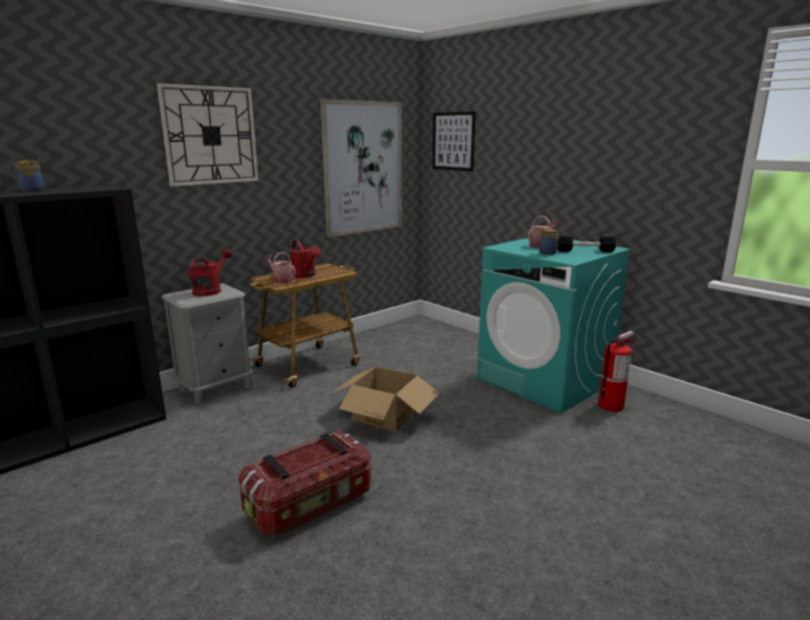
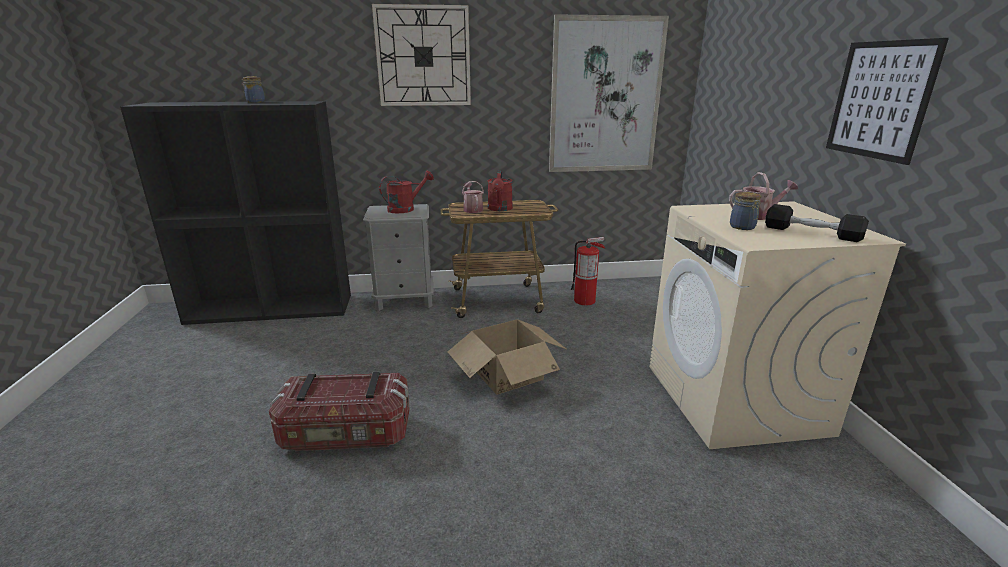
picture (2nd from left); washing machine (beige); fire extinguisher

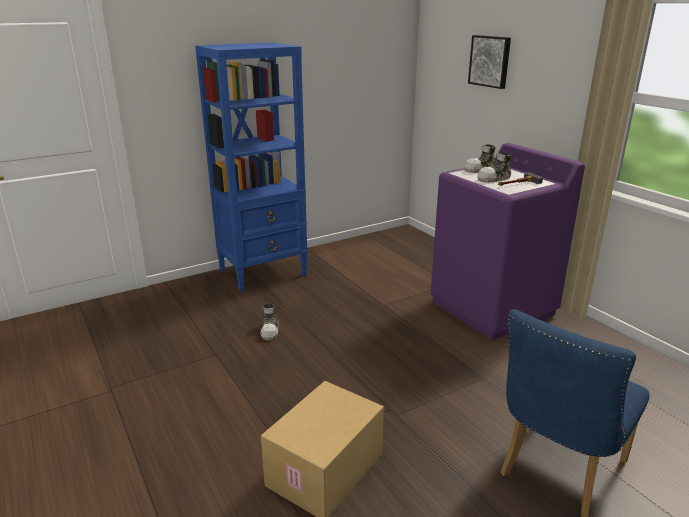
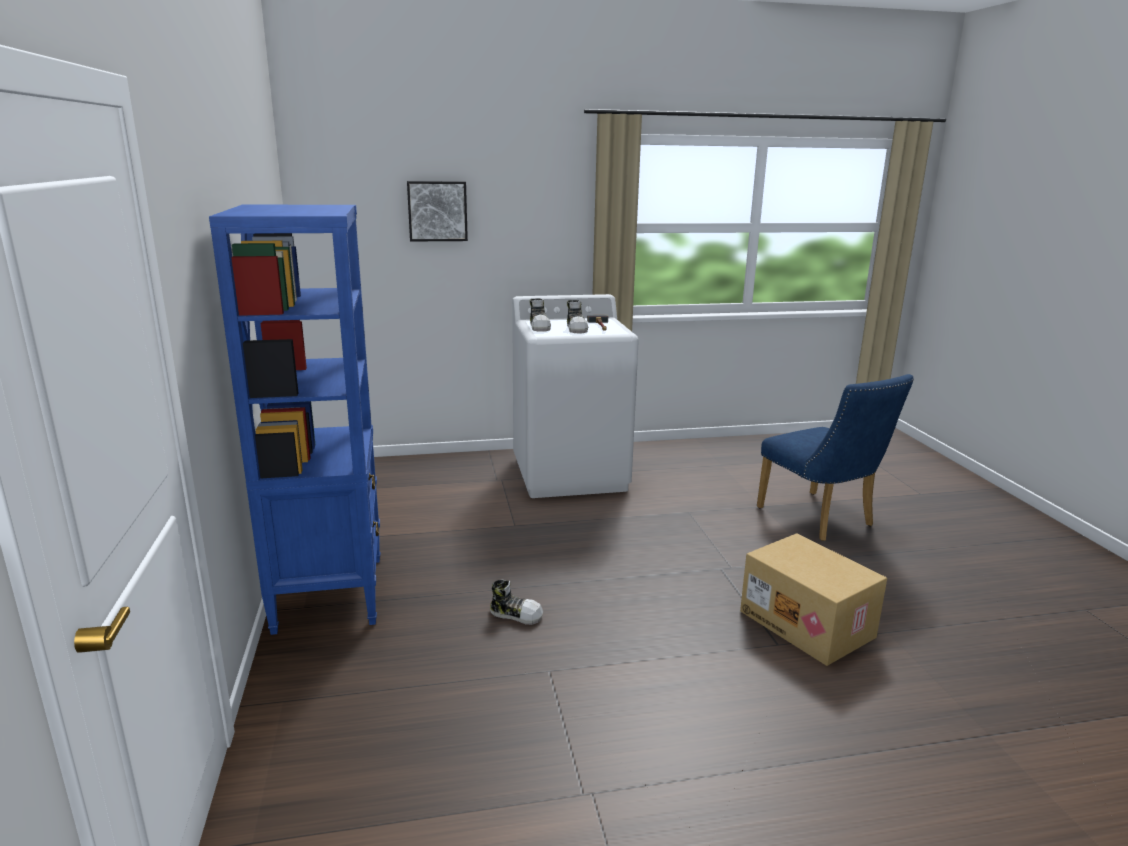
washing machine (white)

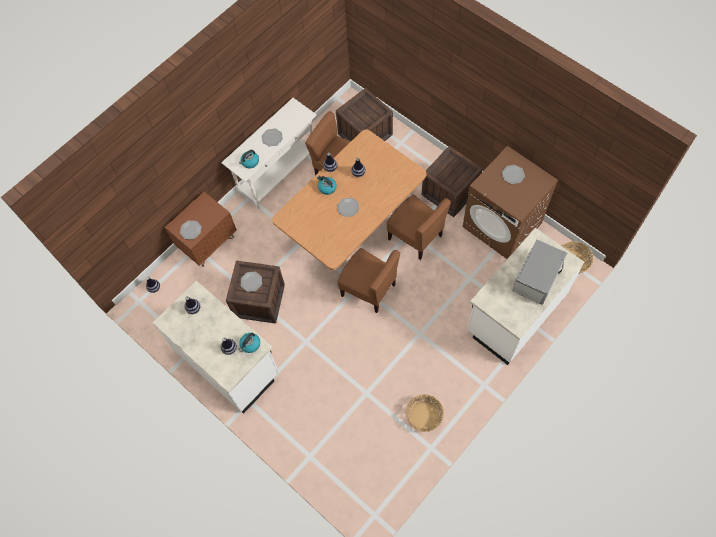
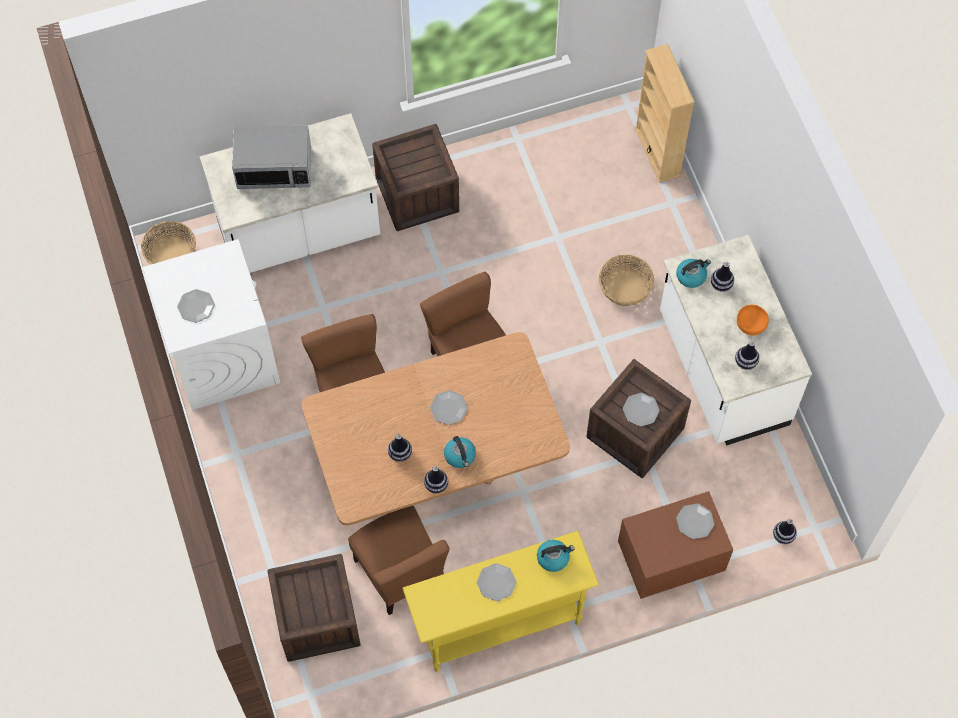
console table (yellow); basket (2nd from left); crate (2nd from left); washing machine (white); microwave; bookcase (beige); bowl (orange)

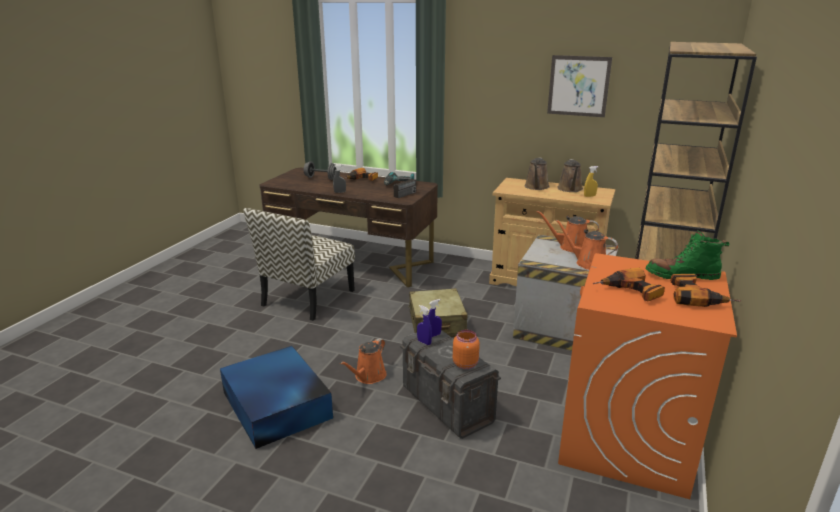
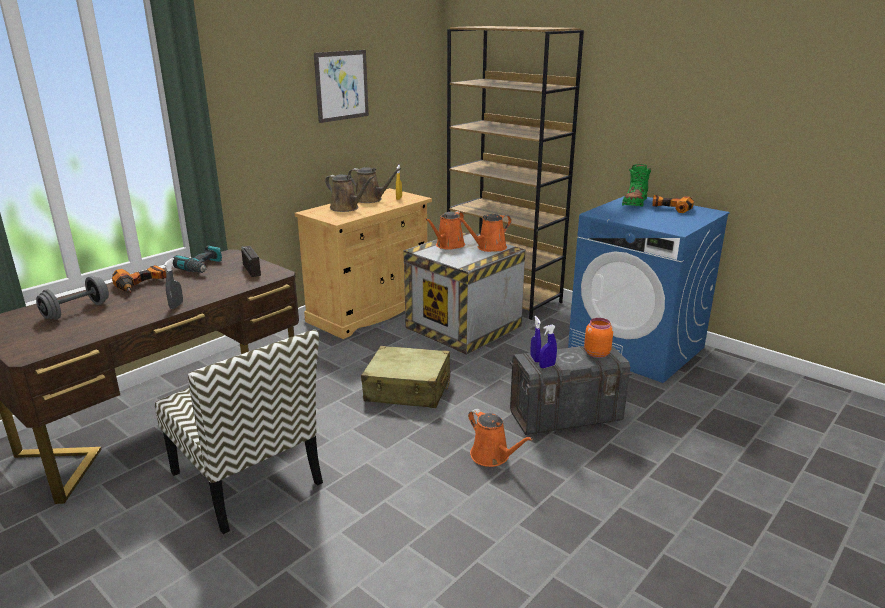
storage box (blue); washing machine (blue); power drill (3rd from left in the first image)

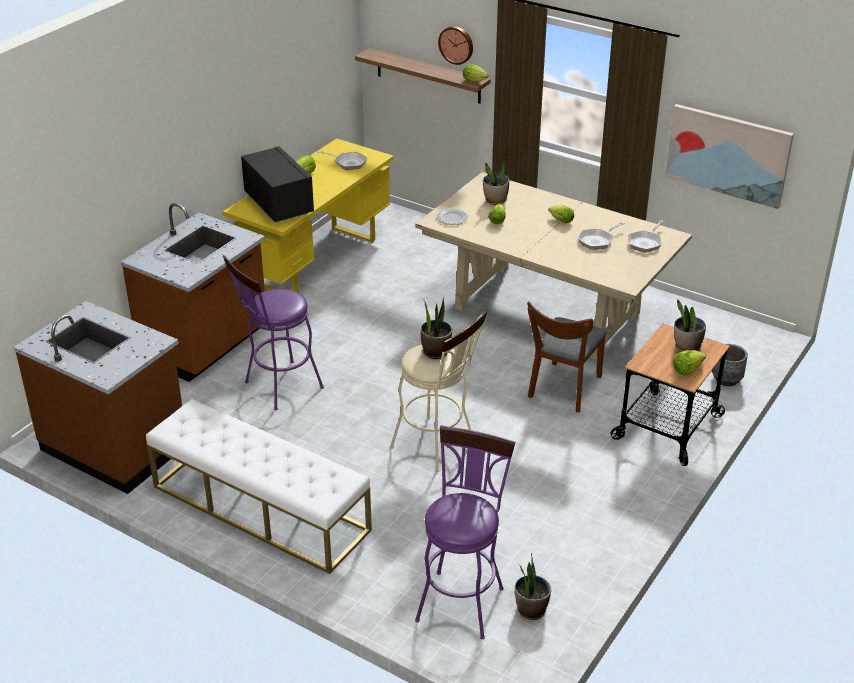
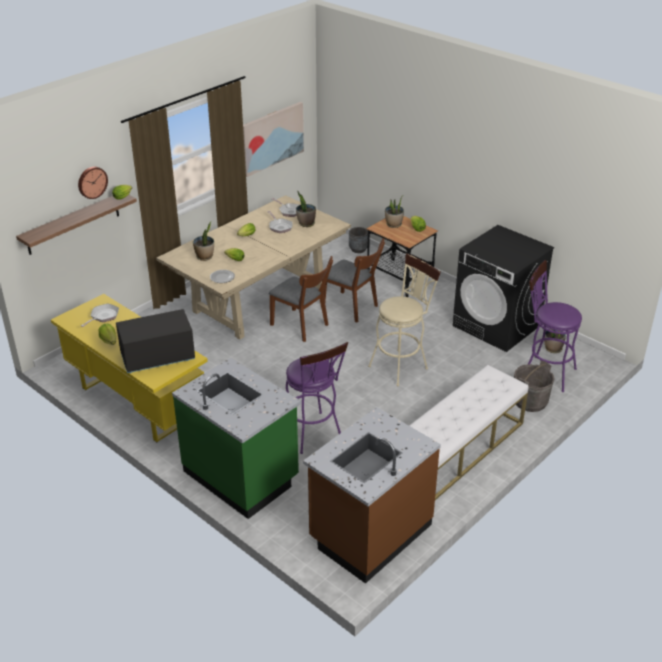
counter (green); potted plant (2nd from left); chair (brown) (1st from left); washing machine (black); bucket (grey)

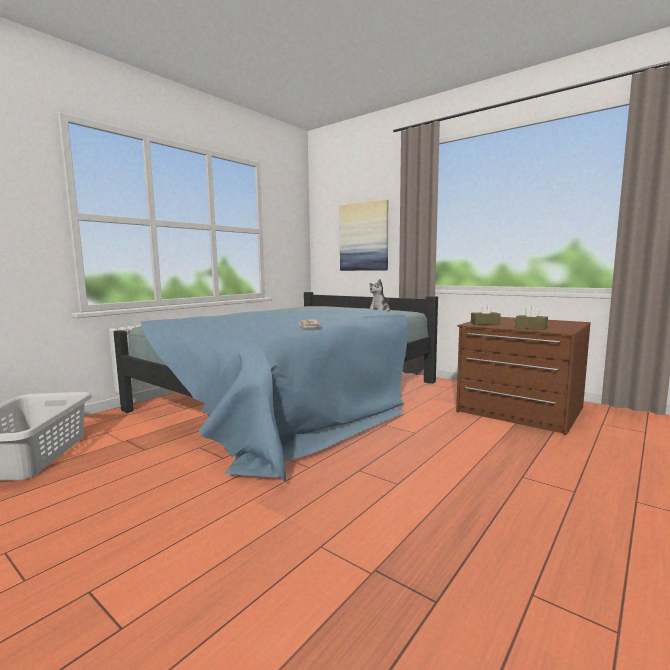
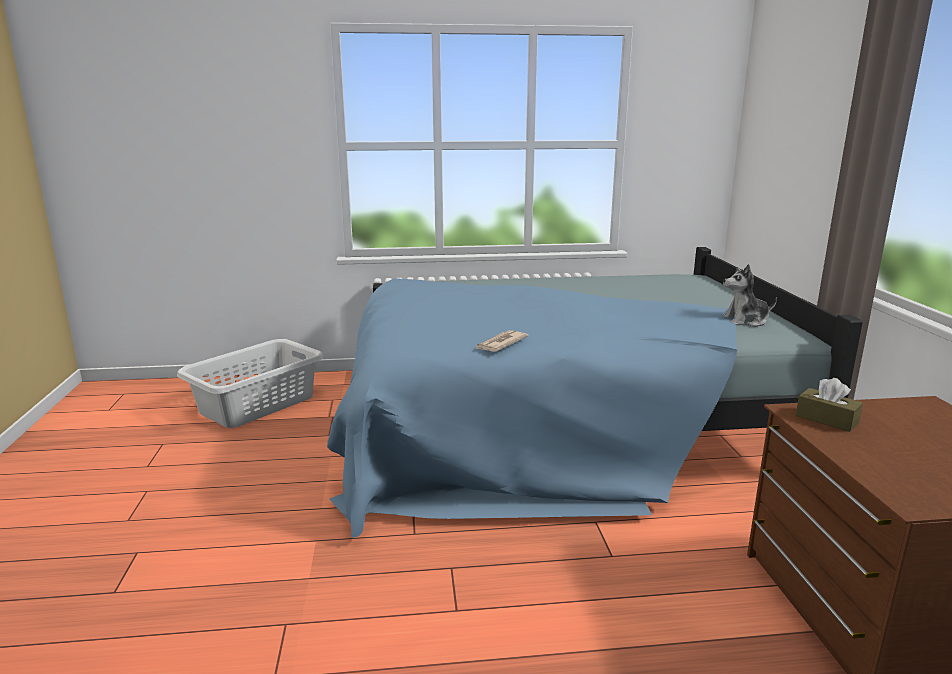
picture; tissue box (brown) (2nd from left in the first image)

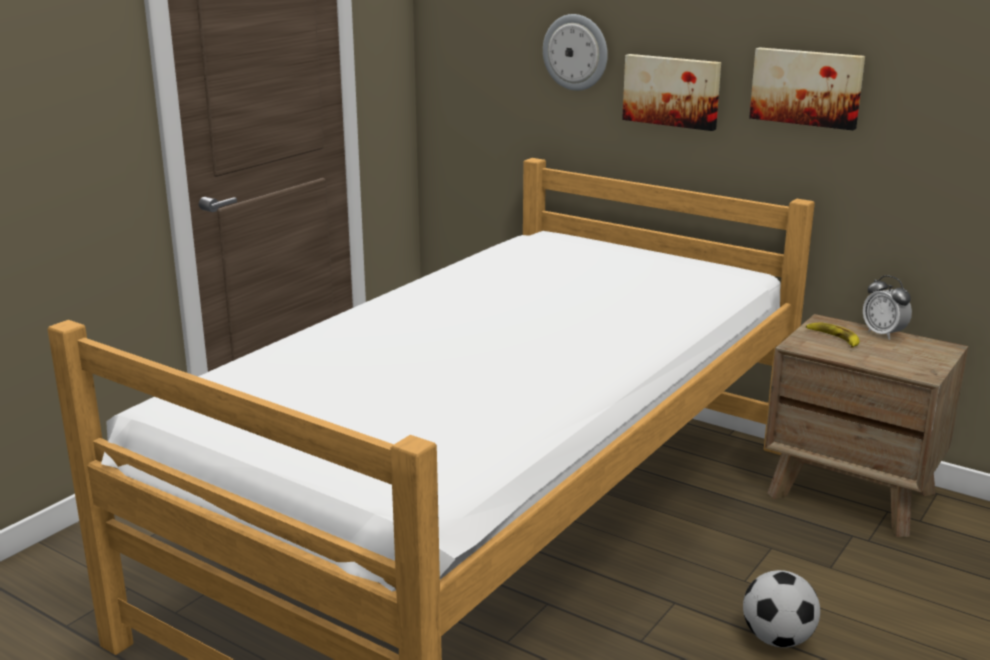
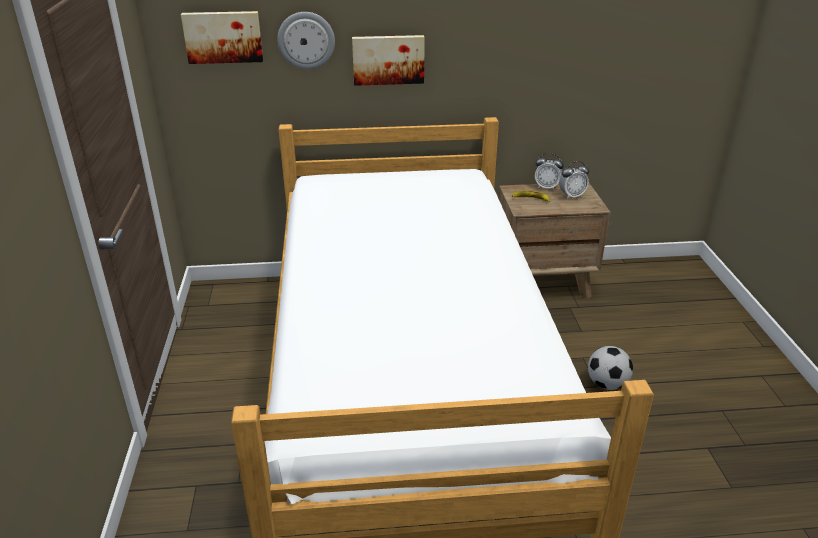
picture (1st from left); alarm clock (2nd from left)

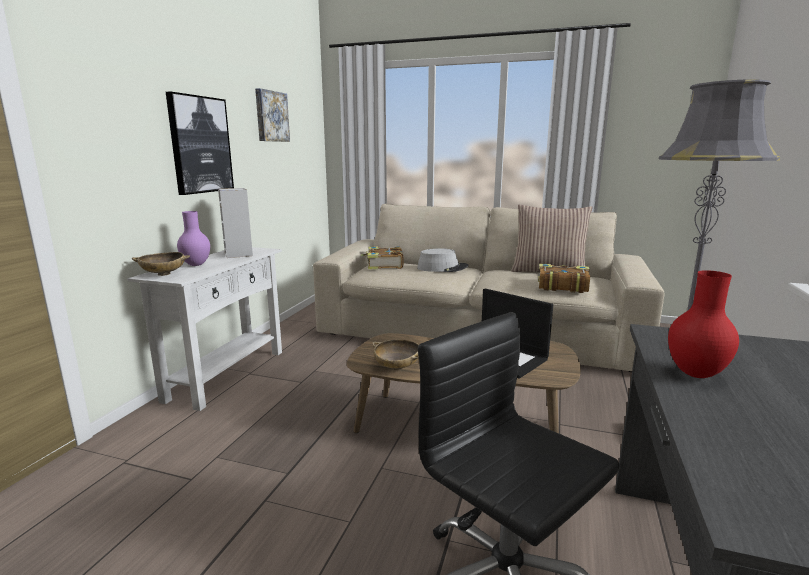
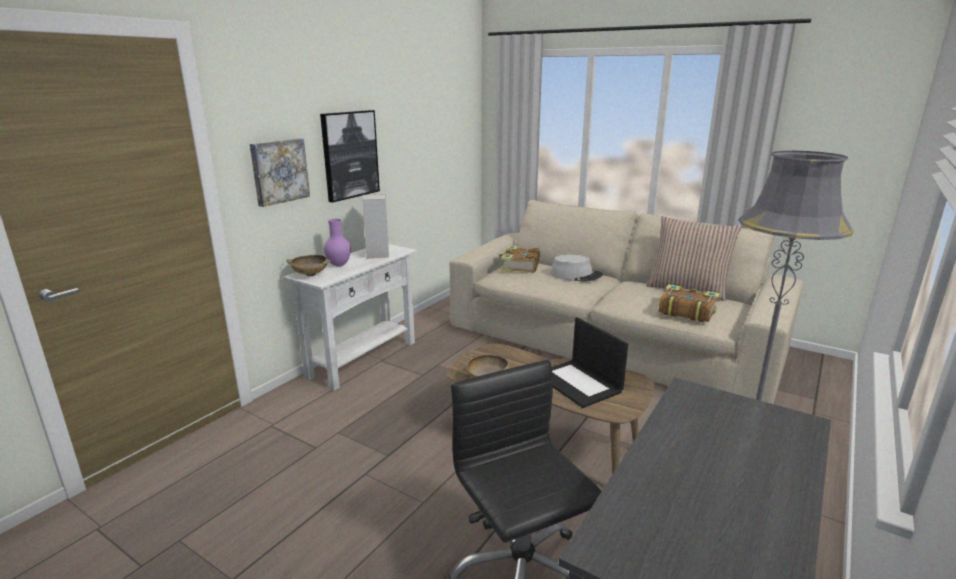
picture (1st from left); vase (red)

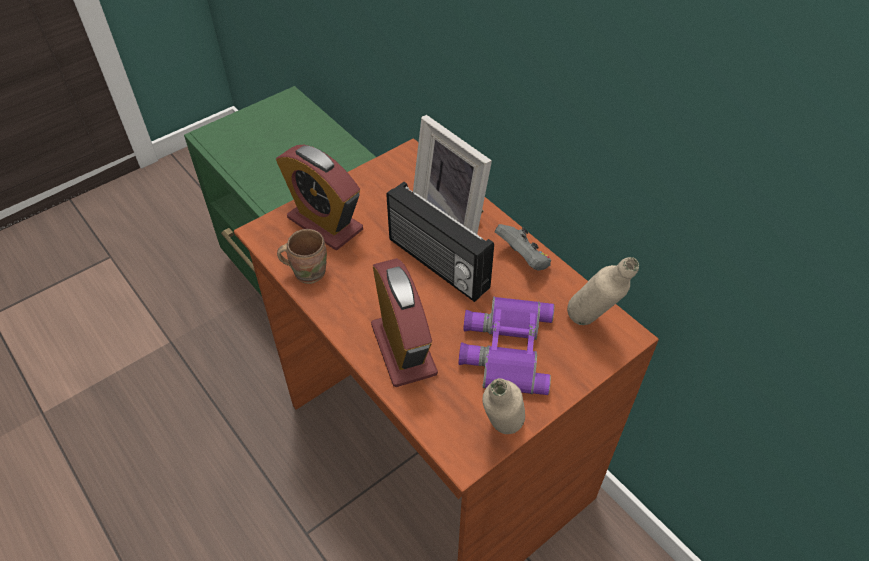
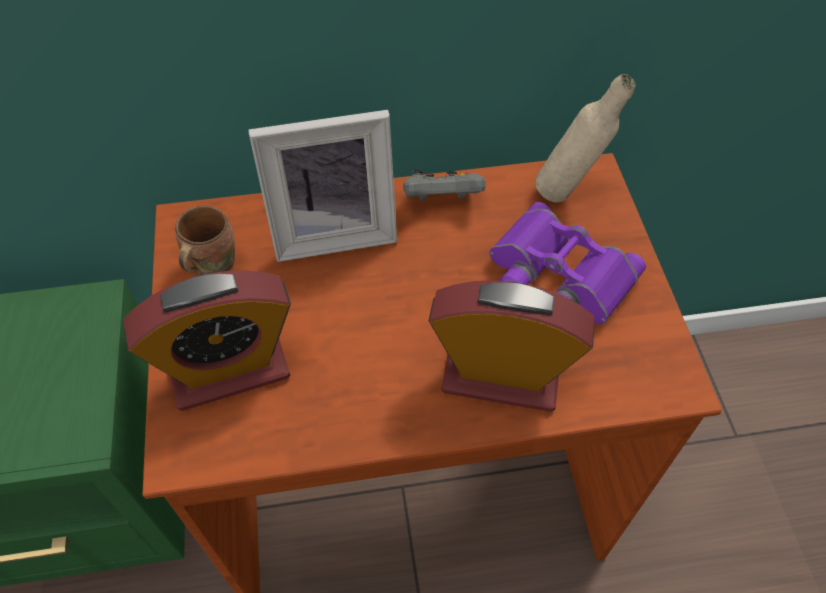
mug (brown); radio; bottle (beige) (1st from left in the first image)

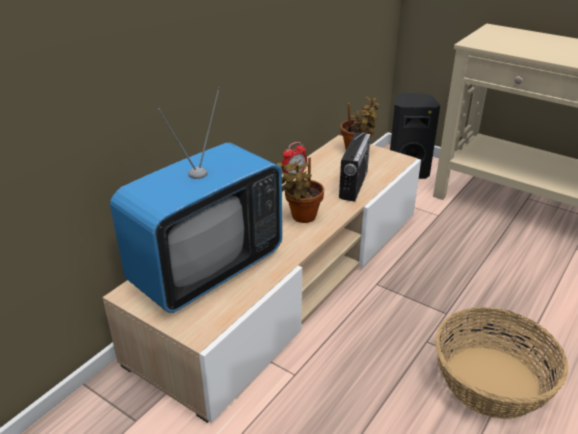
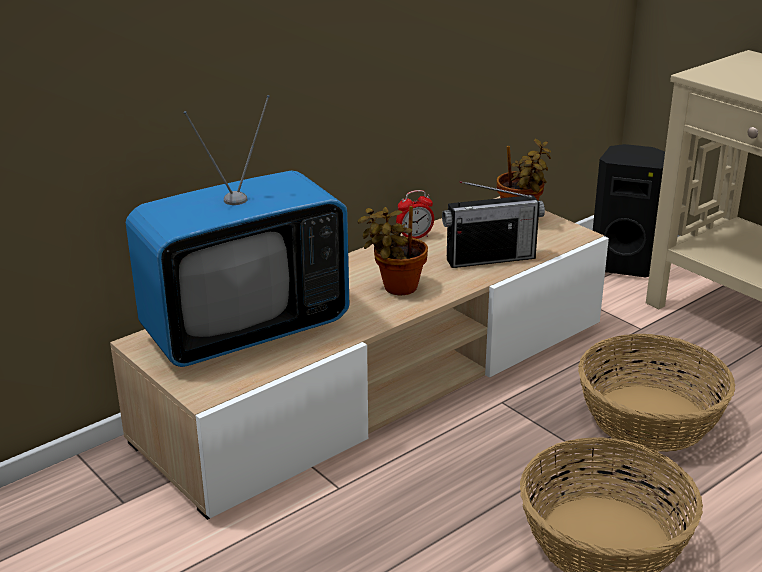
radio; basket (2nd from left)

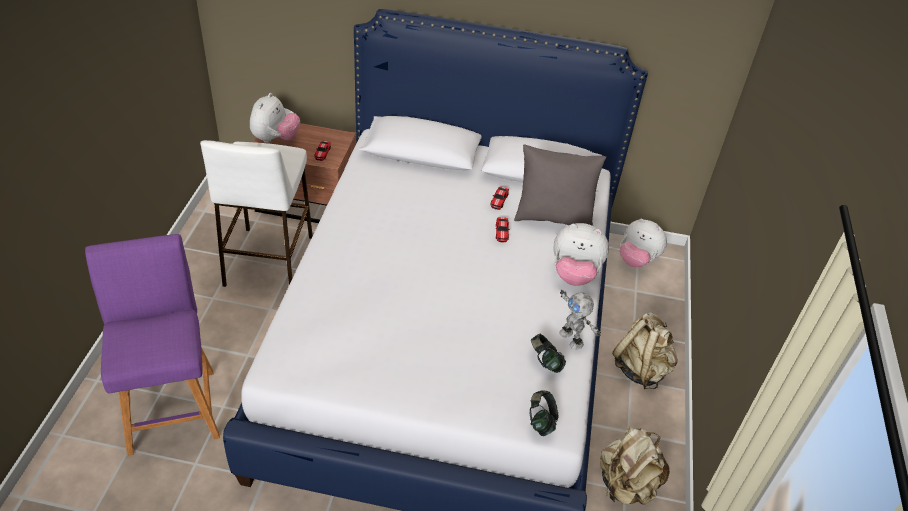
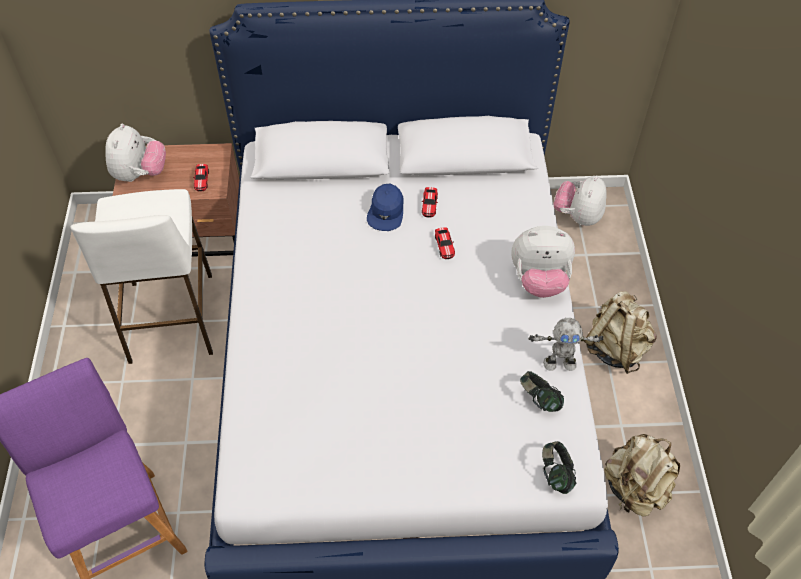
pillow (grey); toy robot; plush toy (3rd from left); cap (blue)

